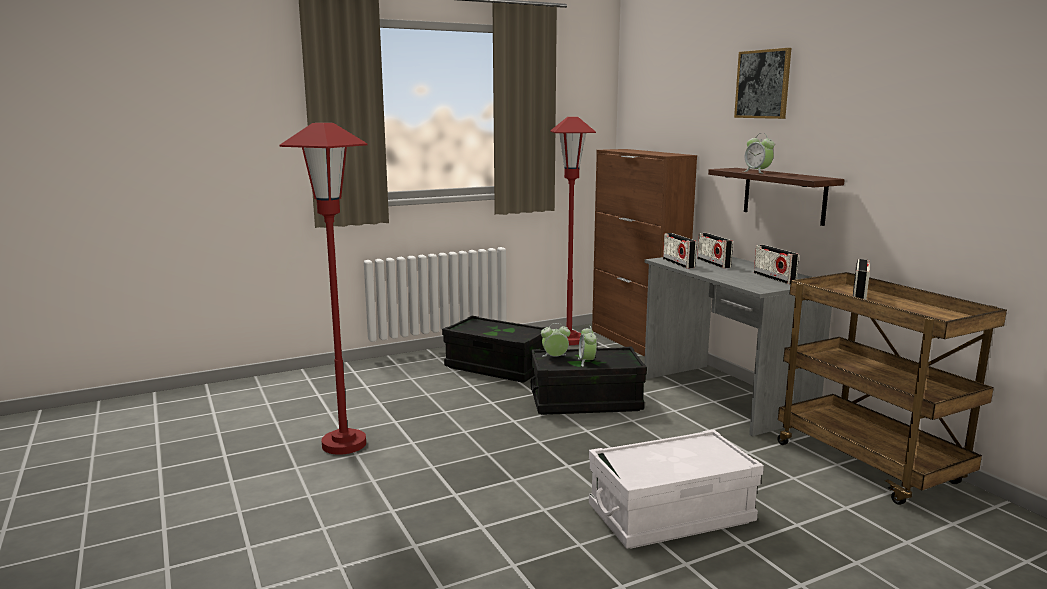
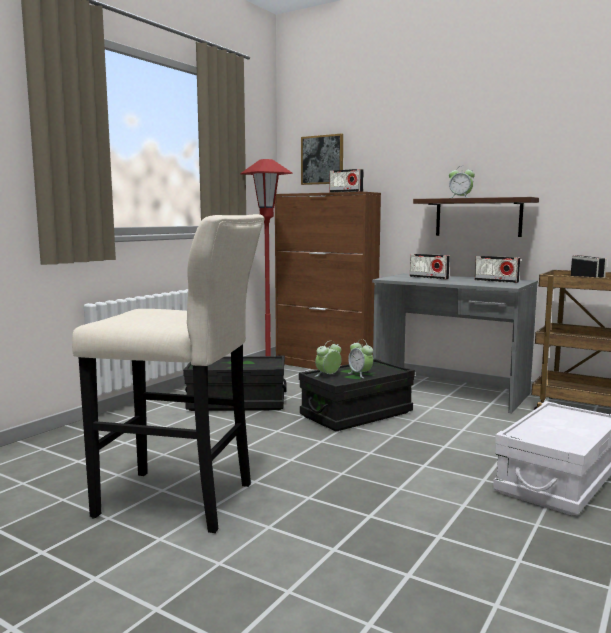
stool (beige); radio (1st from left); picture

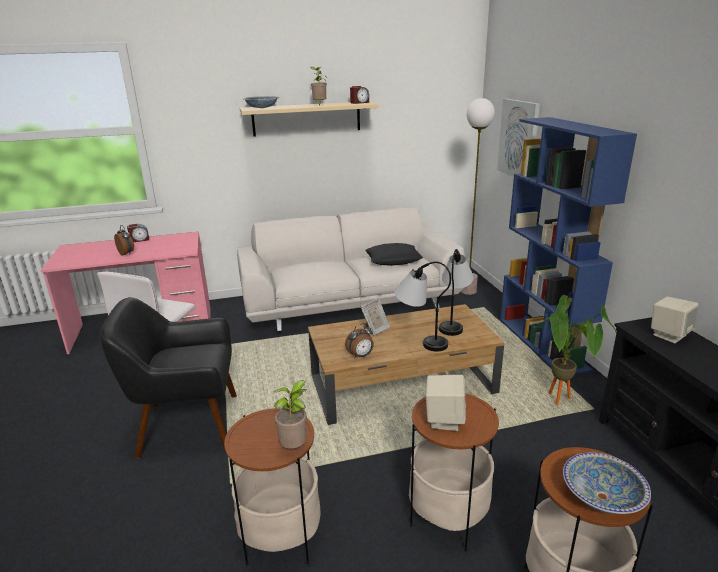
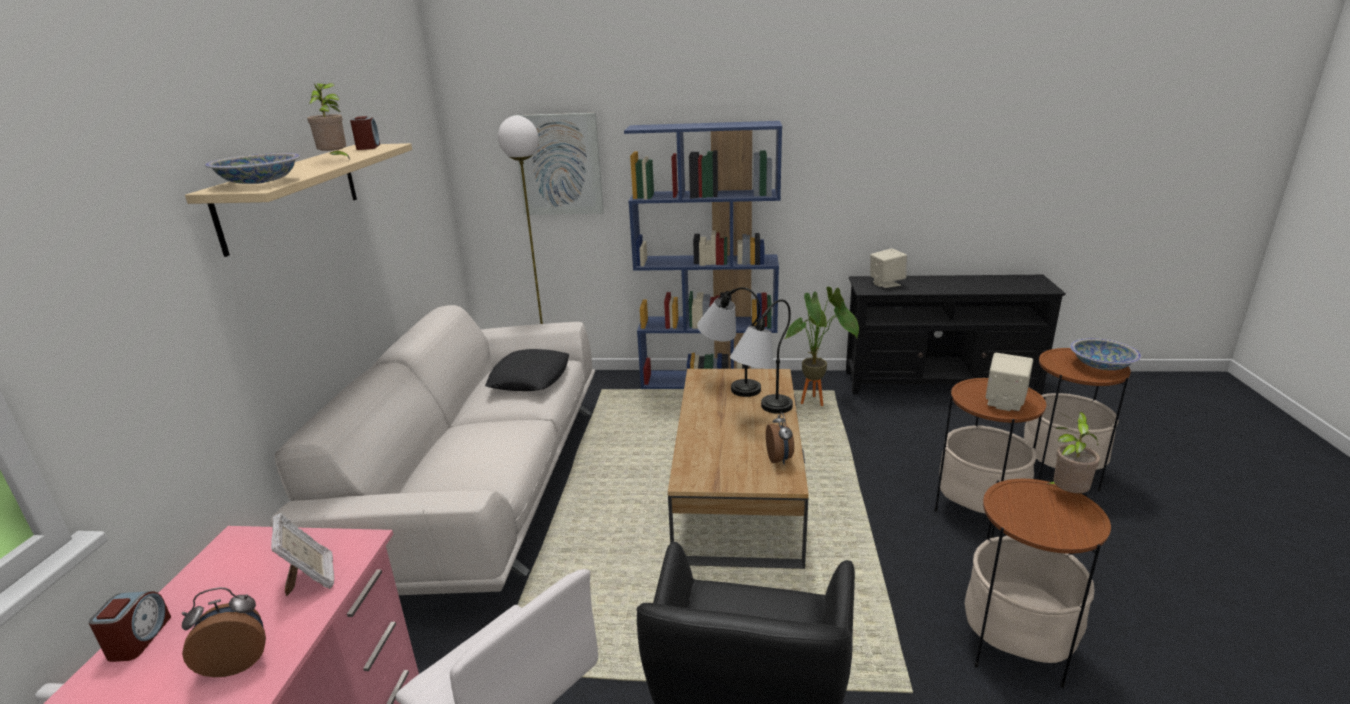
picture frame

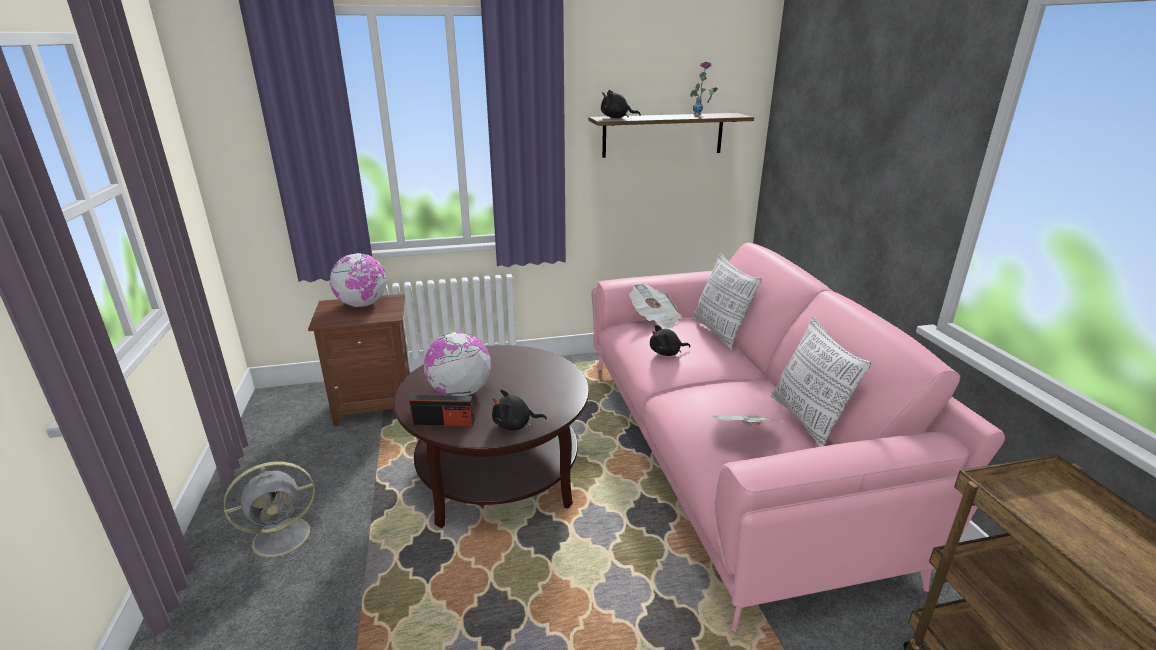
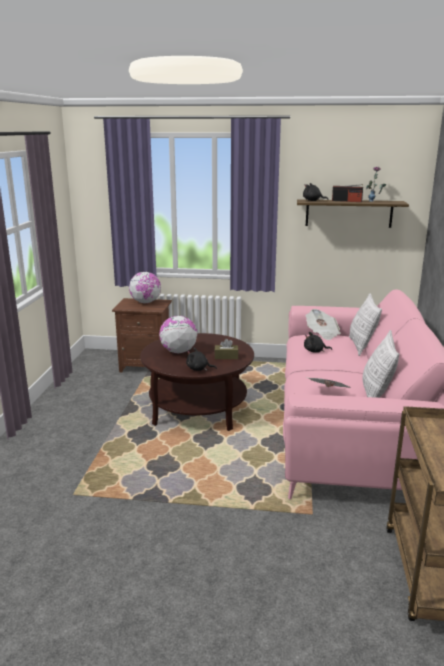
fan (grey); radio; tissue box (brown)

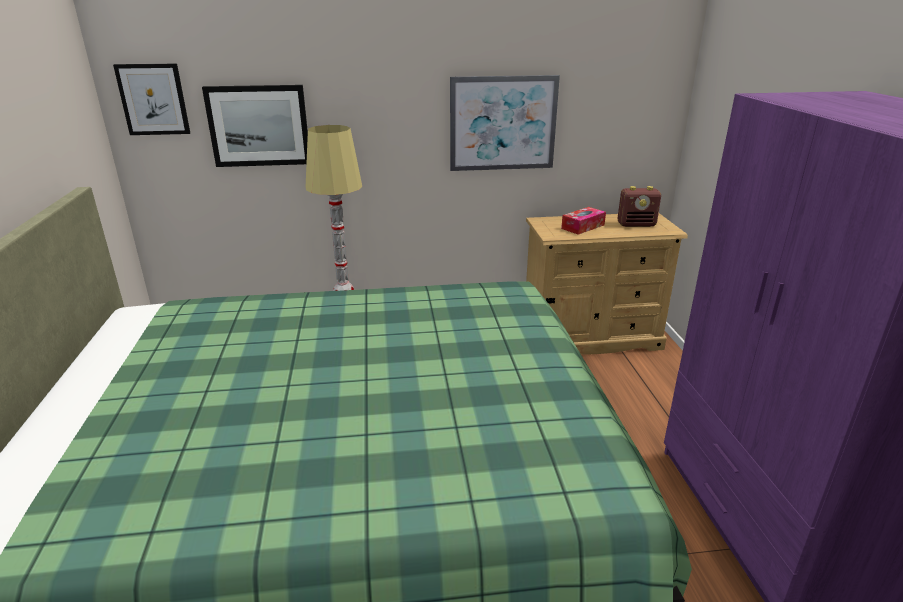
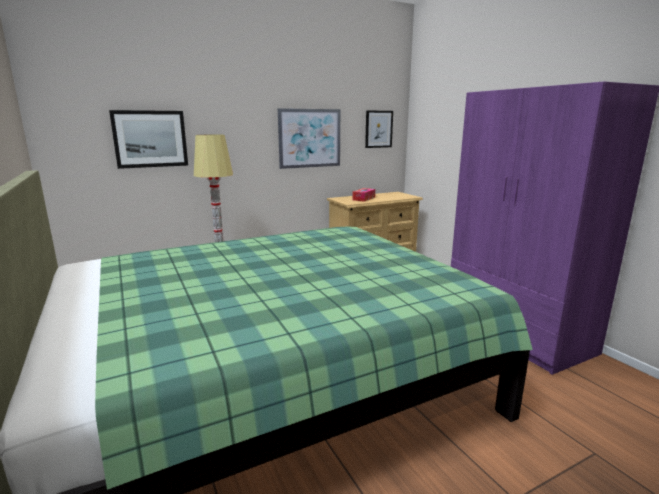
picture (3rd from left); radio

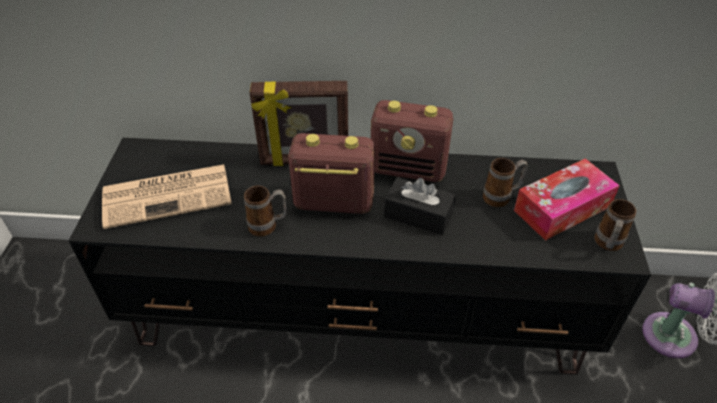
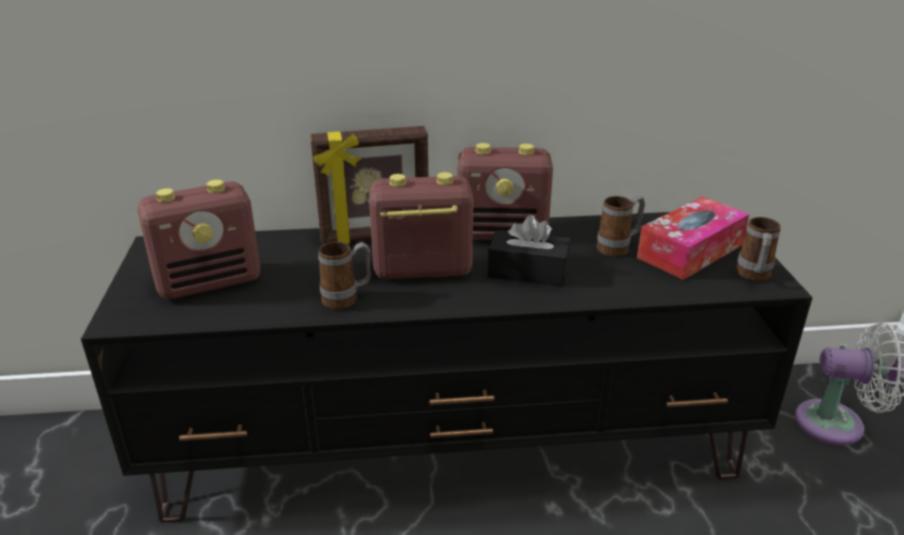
radio (1st from left)

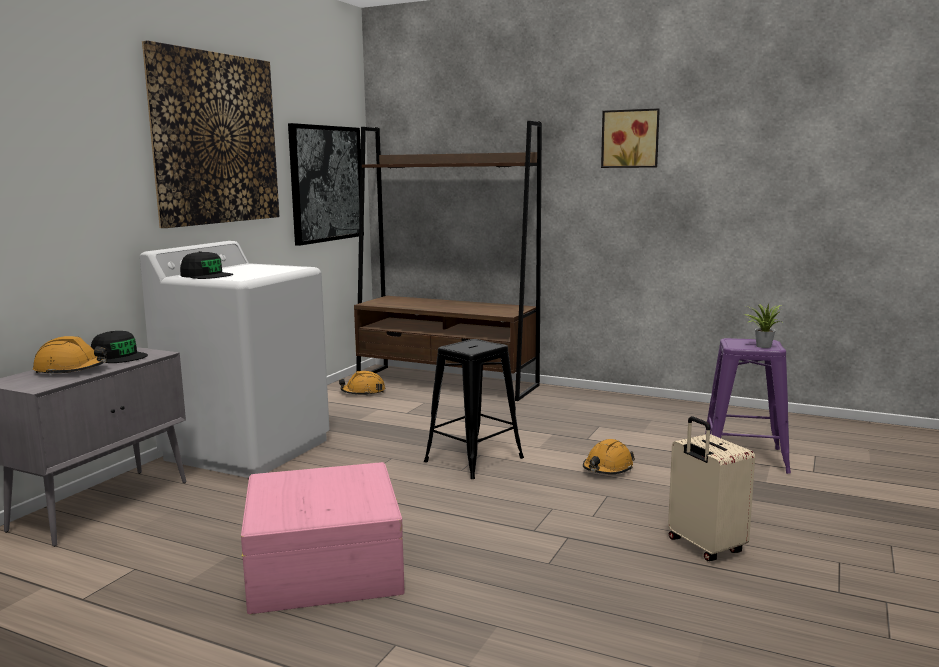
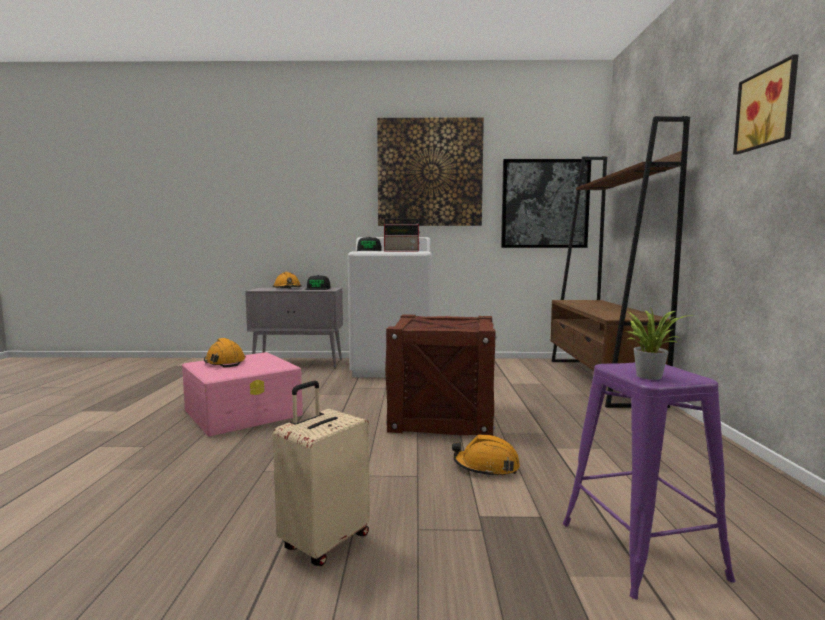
hard hat (orange) (1st from left); crate; radio

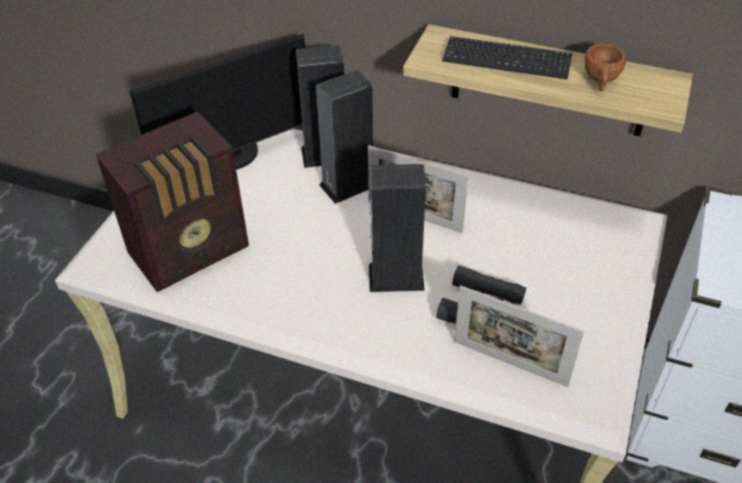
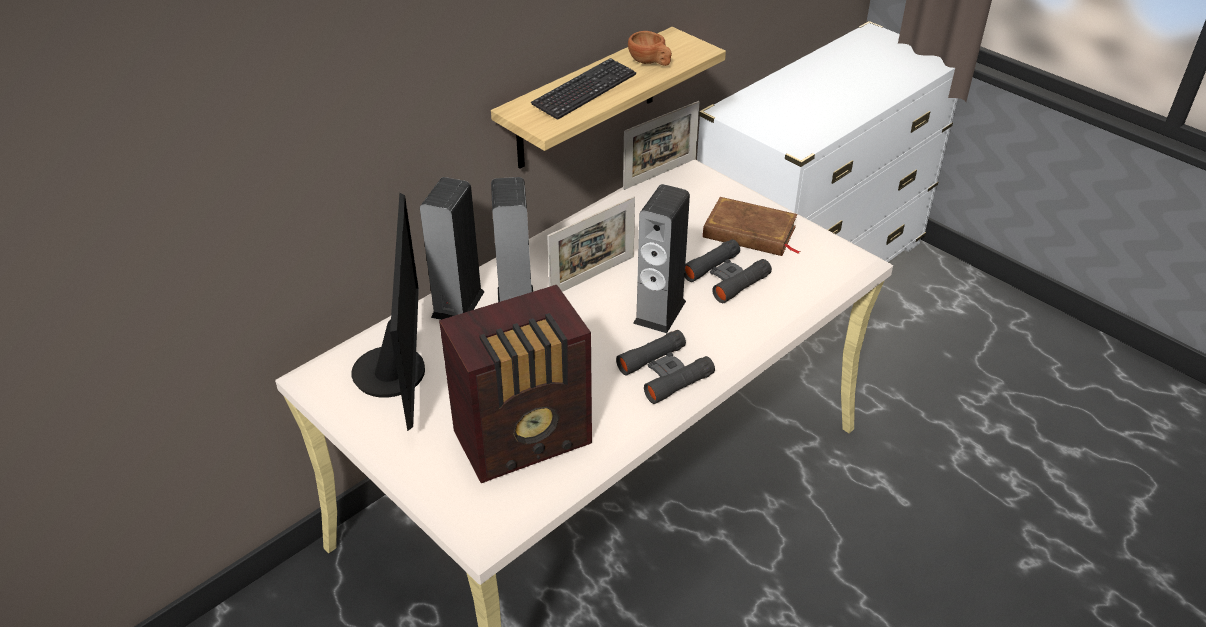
radio; picture frame (2nd from left); binoculars (black) (1st from left); book (brown)

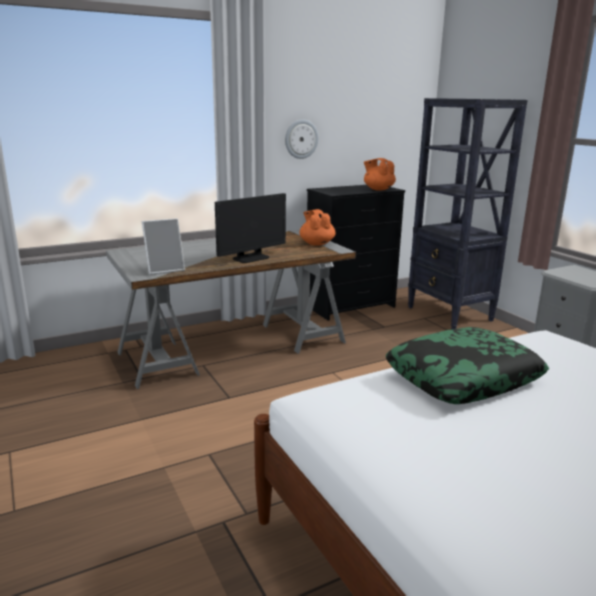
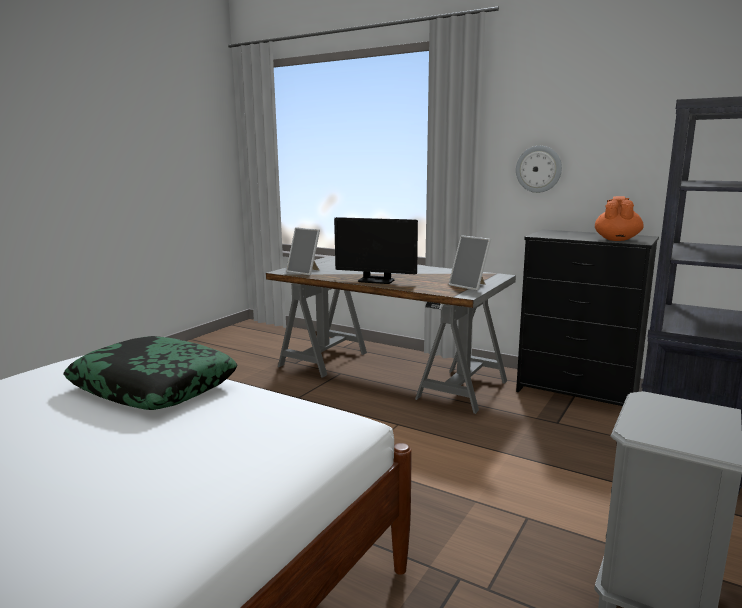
picture frame (2nd from left)

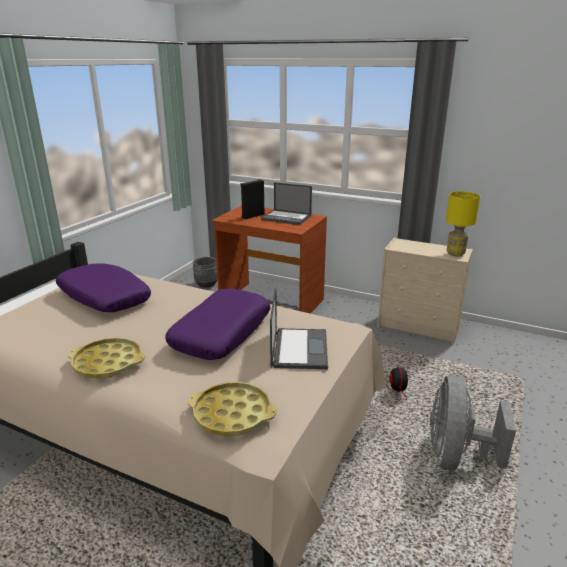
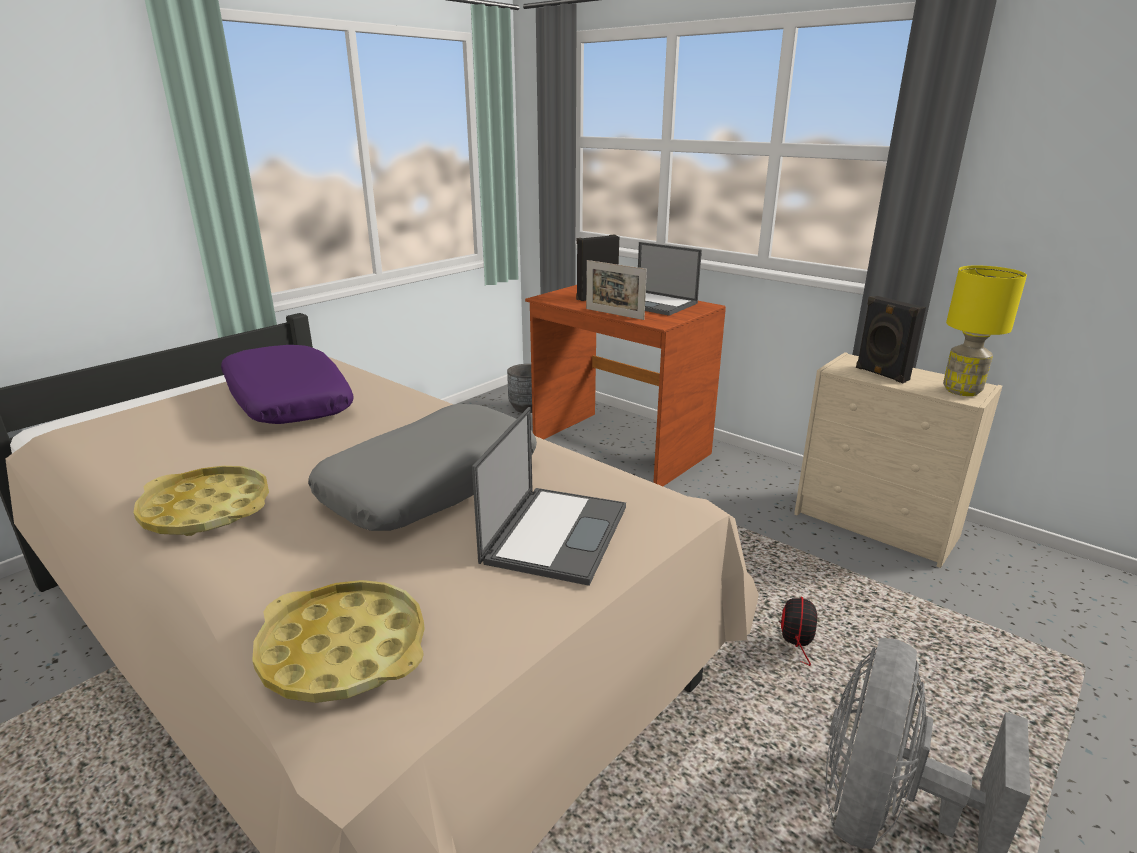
pillow (grey); picture frame; speaker (black) (2nd from left)

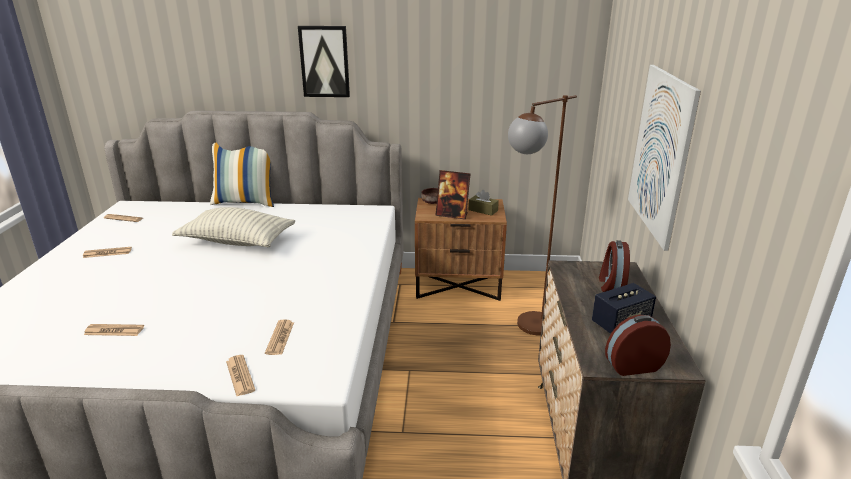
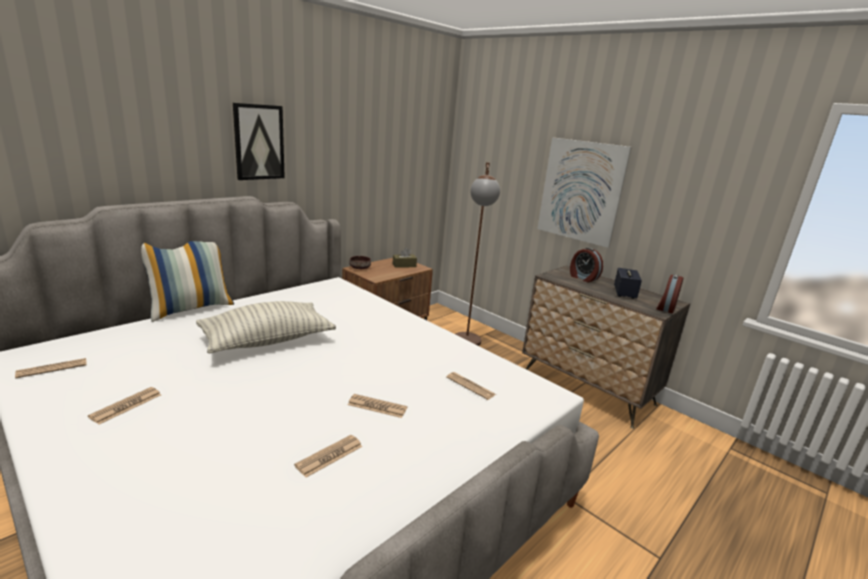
newspaper (4th from left); picture frame

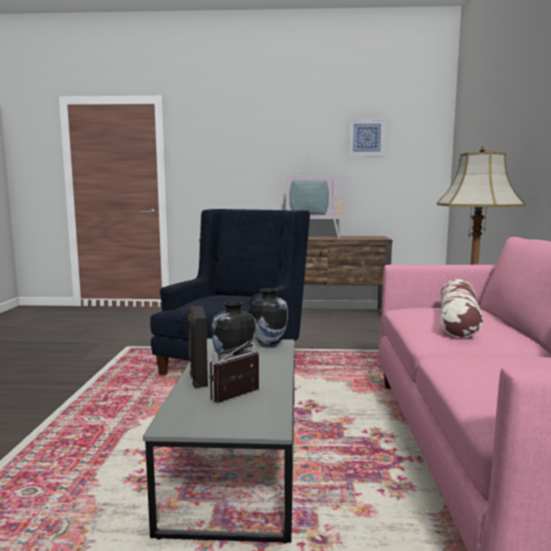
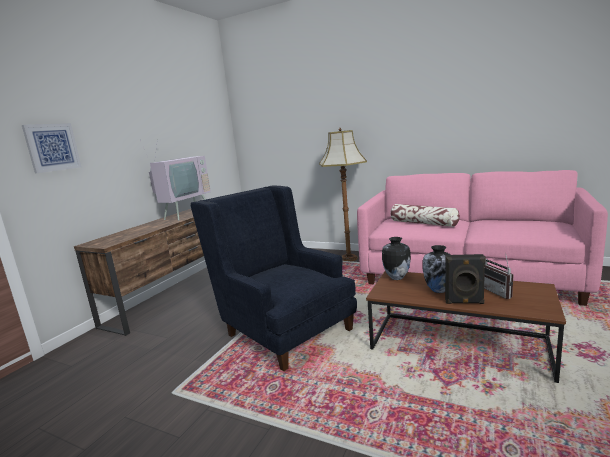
coffee table (brown); picture

